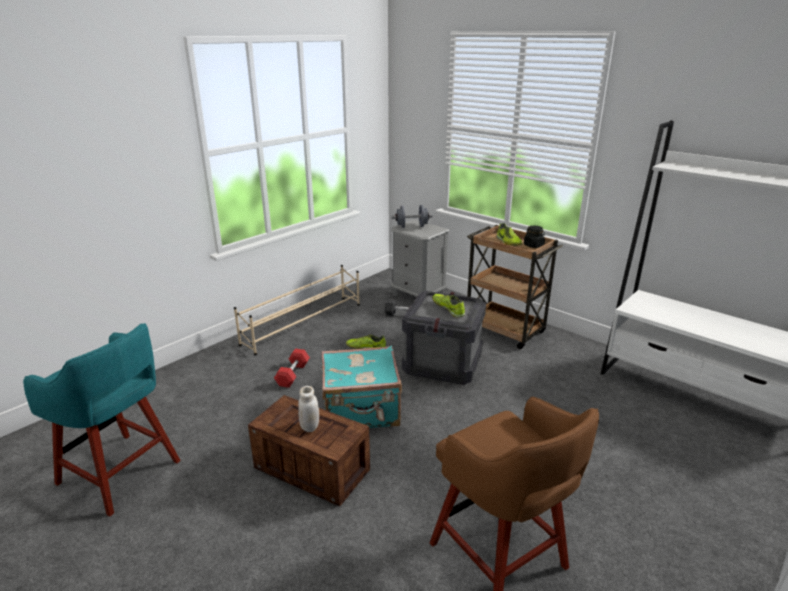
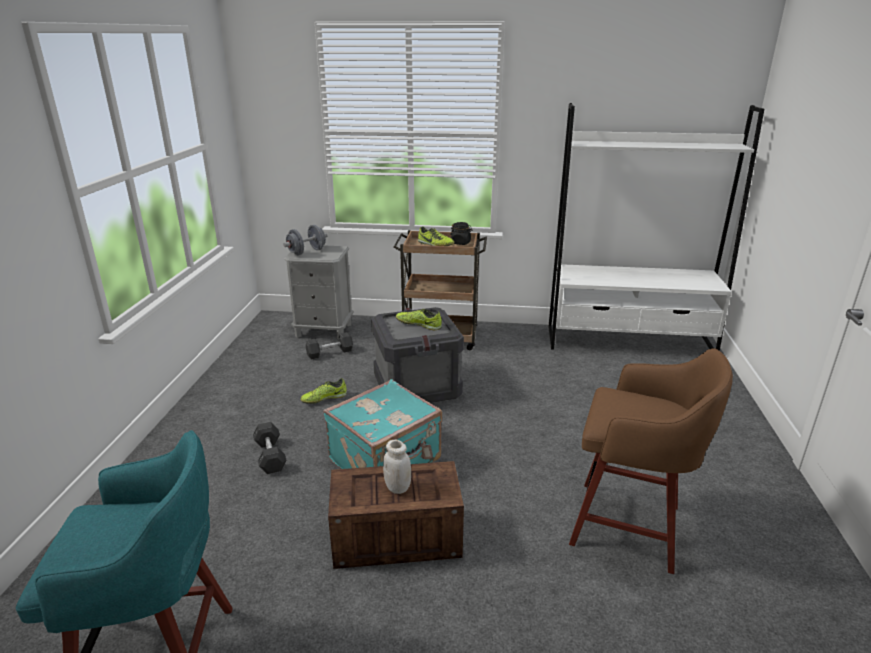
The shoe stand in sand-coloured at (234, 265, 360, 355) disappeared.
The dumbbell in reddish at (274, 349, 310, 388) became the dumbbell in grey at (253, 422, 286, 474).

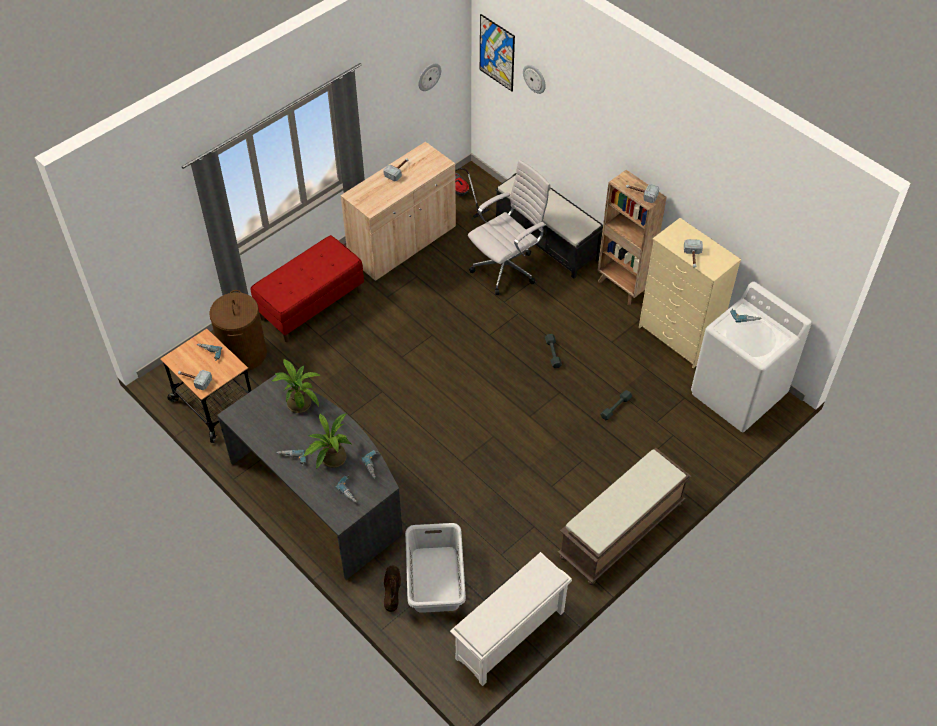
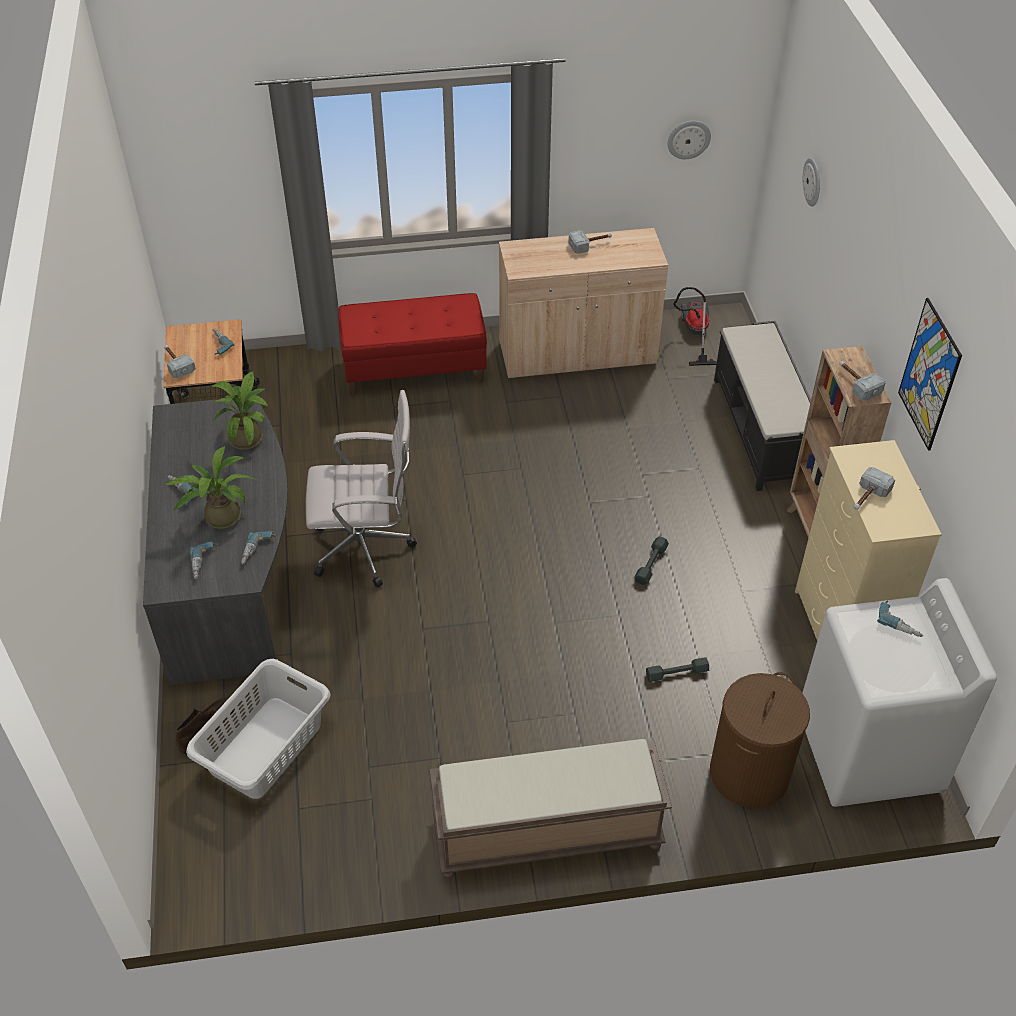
The laundry basket in brown moved from (209, 290, 267, 371) to (710, 672, 810, 808).
The shoe stand in whitish at (450, 552, 572, 686) disappeared.
The desk chair in whitish moved from (468, 160, 551, 295) to (306, 390, 417, 588).
The wall art moved from (480, 14, 515, 91) to (898, 298, 962, 451).

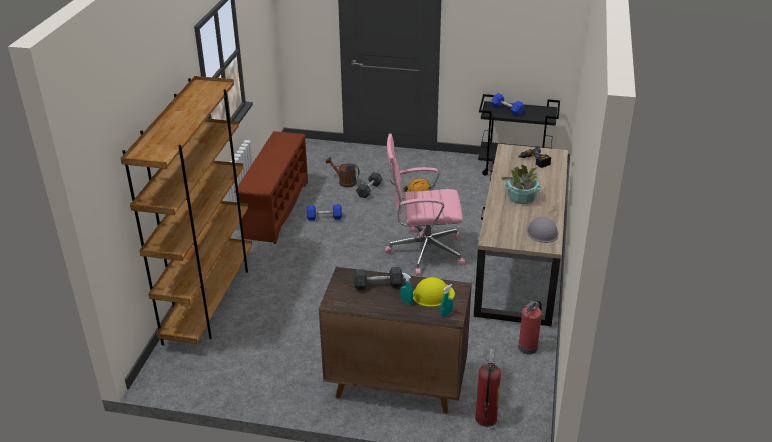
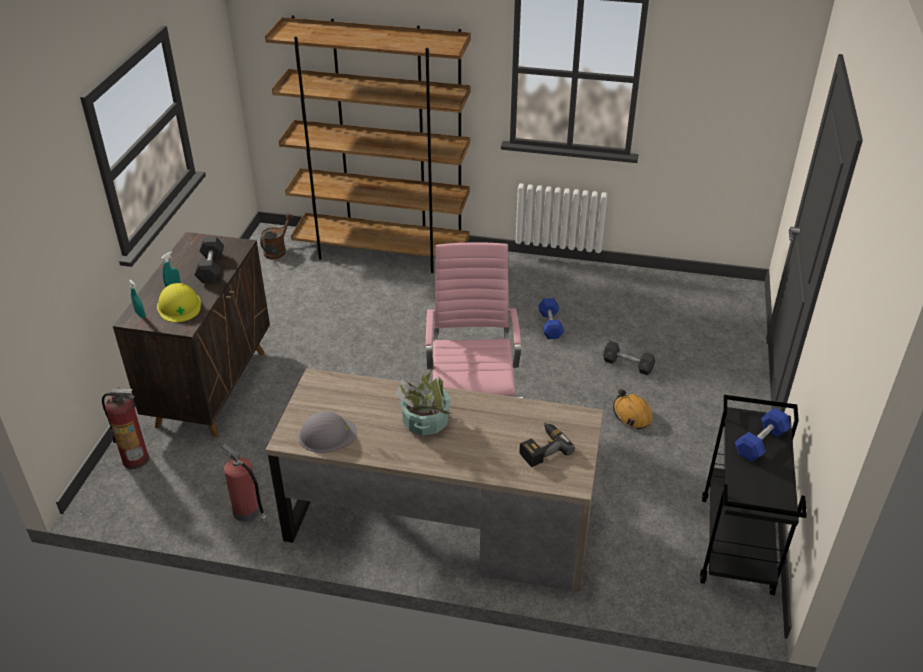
The shoe stand in brown at (234, 131, 308, 244) disappeared.
The sprinkling can in brown moved from (326, 157, 360, 188) to (260, 213, 295, 259).

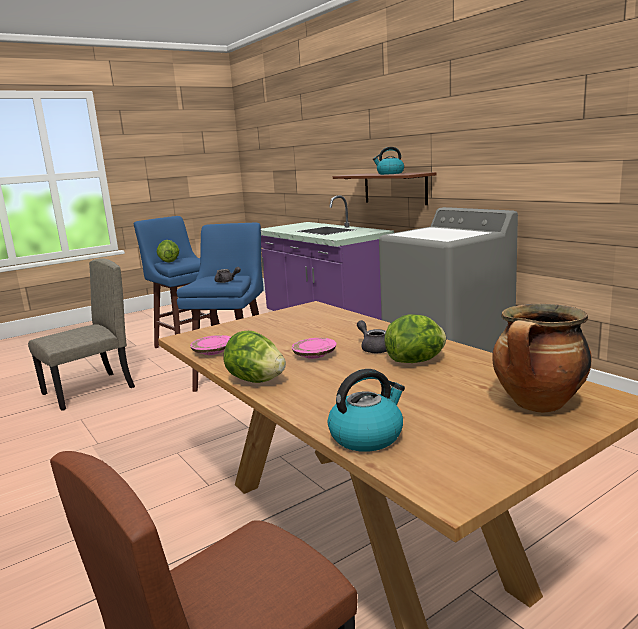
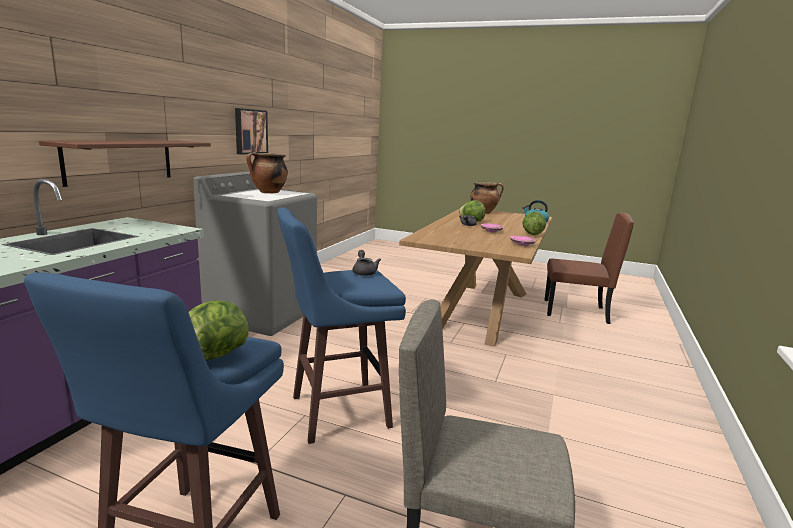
The water kettle at (373, 147, 404, 175) disappeared.
The wall art at (235, 108, 268, 155) appeared.
The saucepot at (246, 152, 288, 193) appeared.

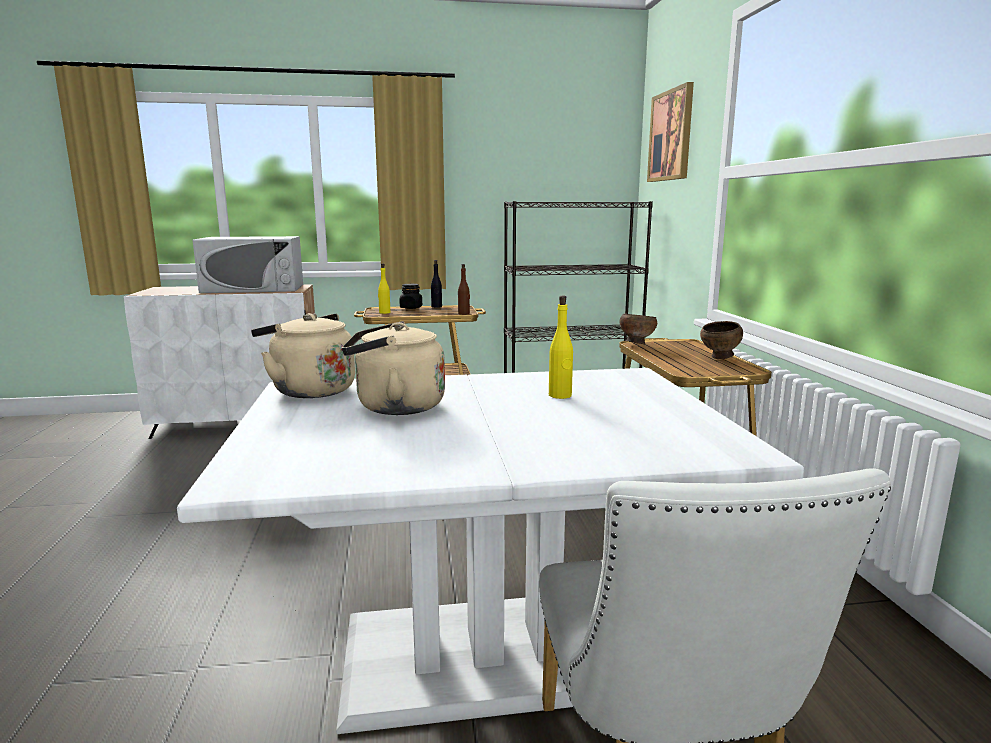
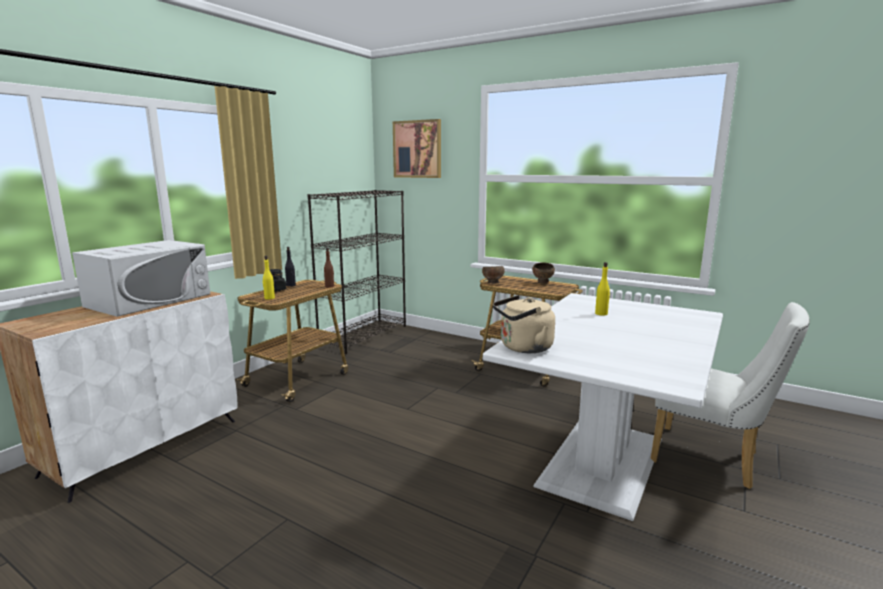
The water kettle in sand-coloured at (342, 321, 445, 415) disappeared.

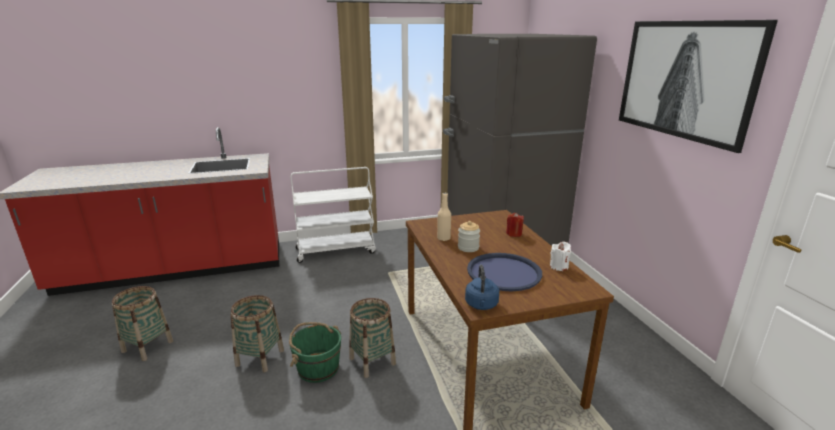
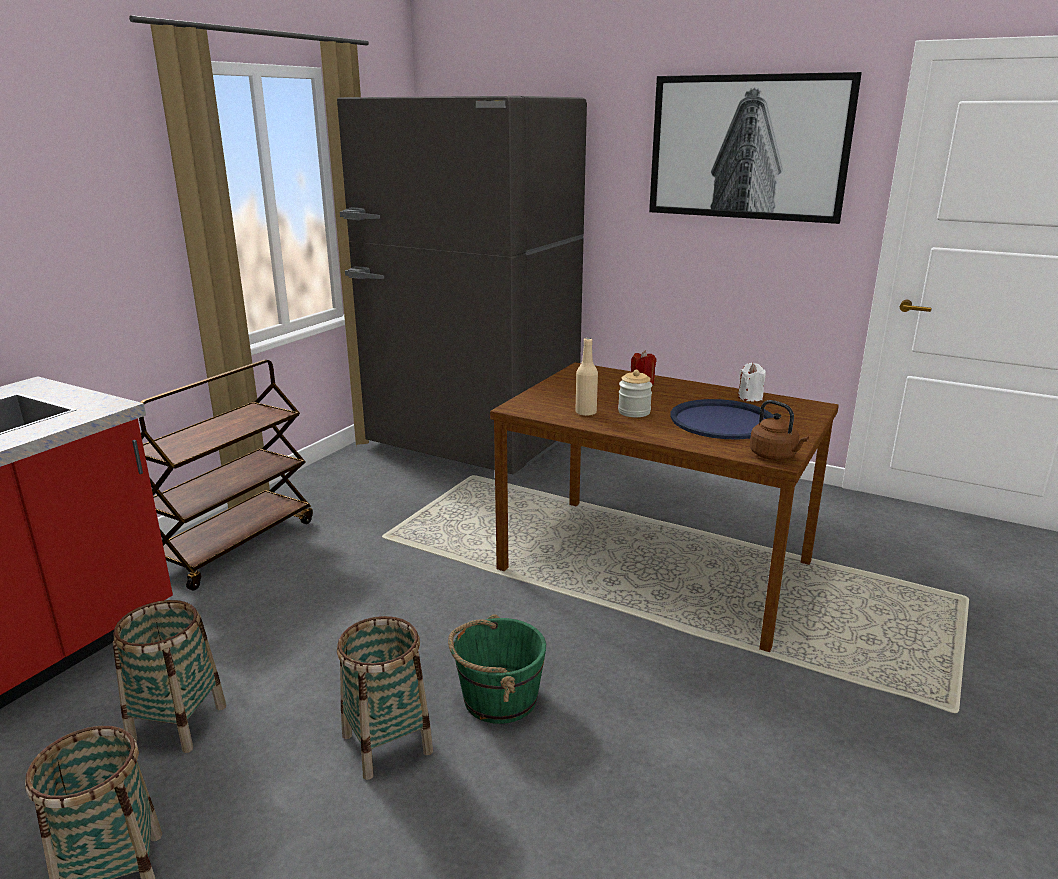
The cart in whitish at (291, 167, 376, 263) became the cart in brown at (139, 360, 313, 590).
The household basket moved from (349, 298, 396, 378) to (113, 600, 226, 753).
The water kettle in blue at (465, 265, 499, 310) became the water kettle in brown at (750, 400, 809, 460).

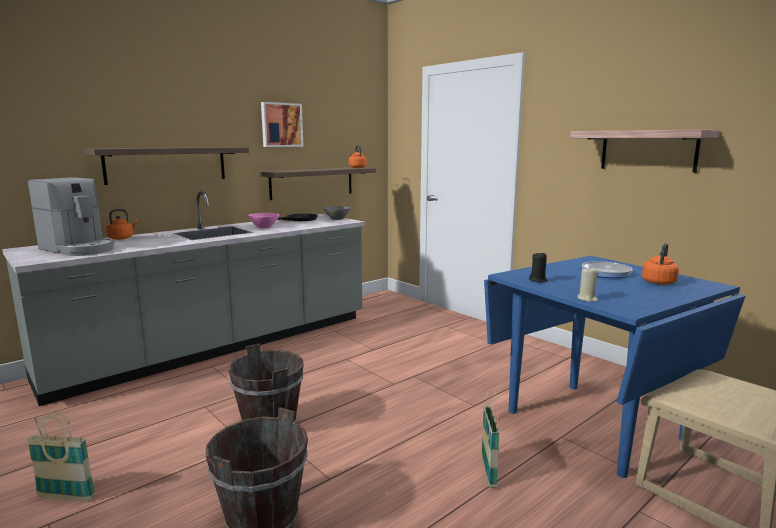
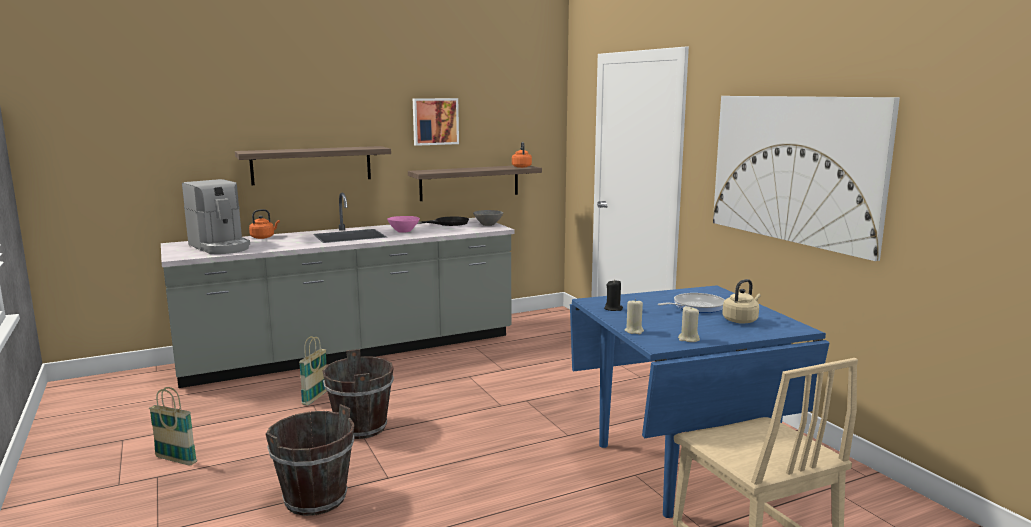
The household basket moved from (482, 392, 500, 488) to (299, 336, 327, 405).
The wall shelf at (570, 129, 720, 173) was replaced by the wall art at (713, 96, 900, 261).
The water kettle in orange-coloured at (642, 243, 679, 285) became the water kettle in sand-coloured at (722, 279, 761, 324).
The wax light in sand-coloured at (678, 306, 700, 342) appeared.

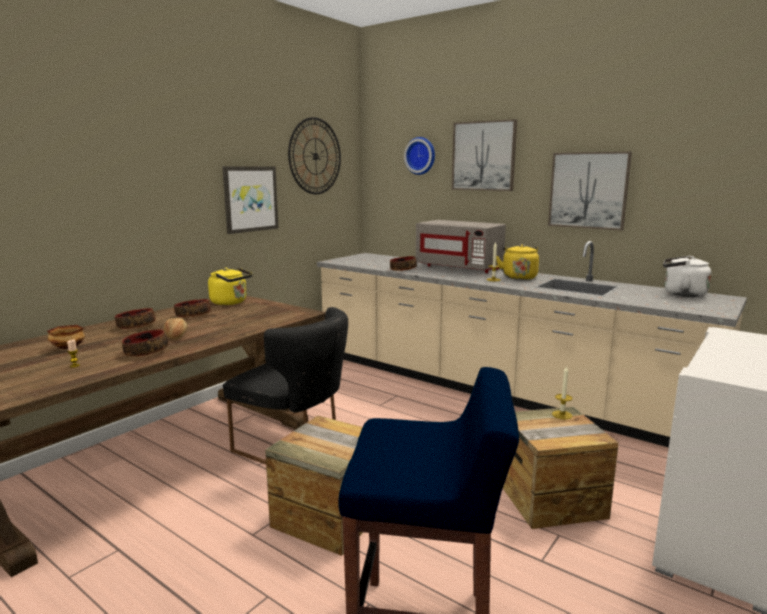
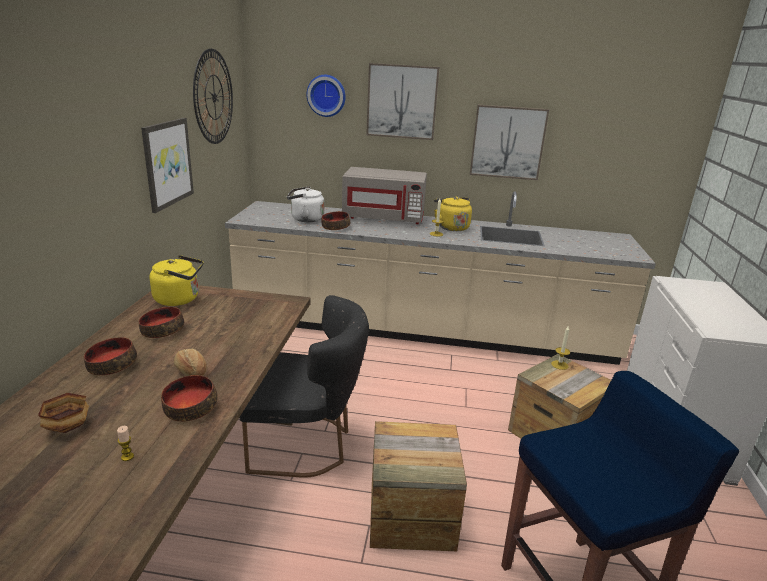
The water kettle in whitish moved from (663, 256, 711, 297) to (287, 186, 324, 222).

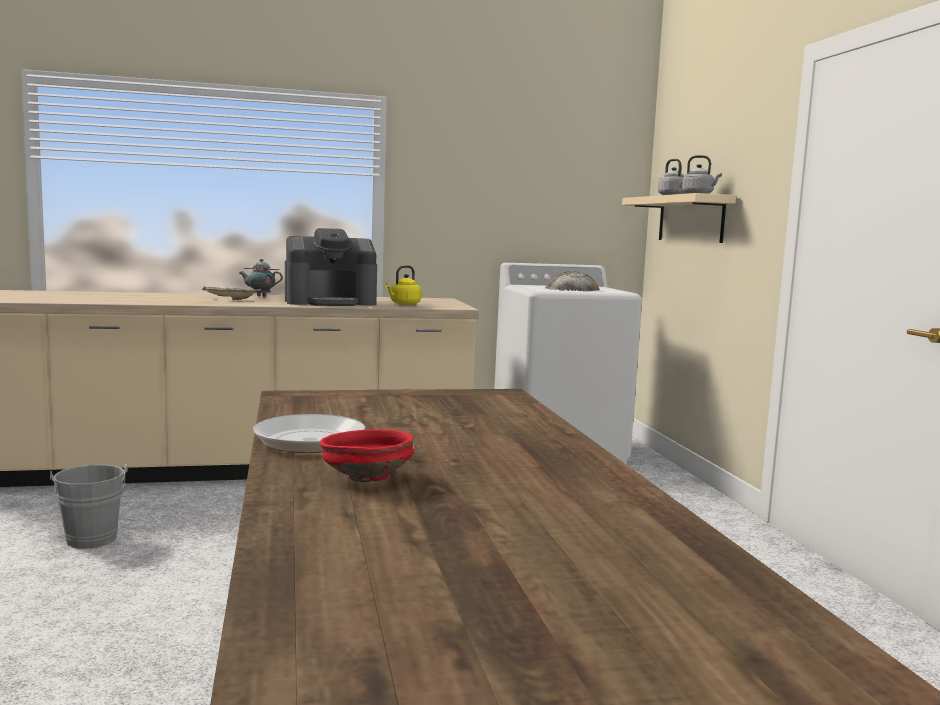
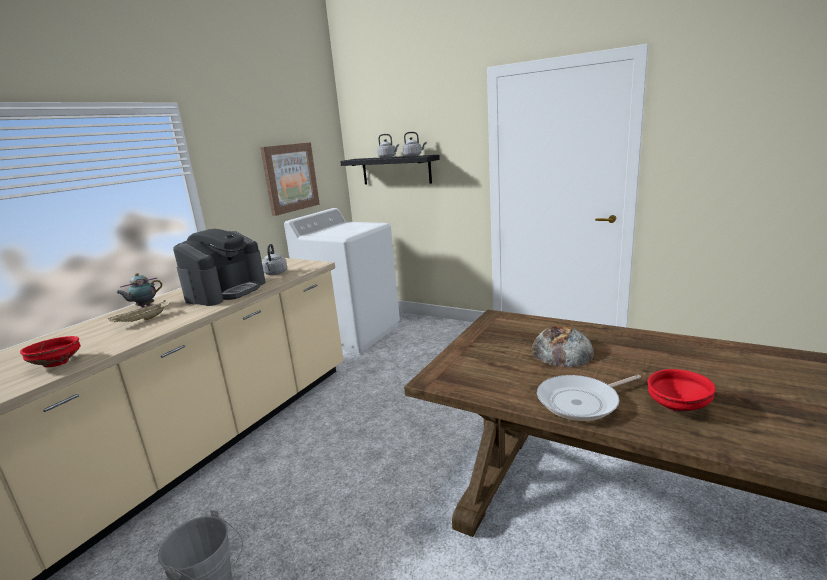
The water kettle in yellowish at (385, 265, 421, 305) became the water kettle in grey at (262, 244, 287, 275).
The bread moved from (546, 271, 600, 291) to (532, 326, 594, 367).
The wall shelf in sand-coloured at (622, 193, 736, 243) became the wall shelf in blackish at (340, 155, 440, 185).
The bowl in reddish at (20, 336, 81, 367) appeared.
The wall art at (260, 142, 320, 216) appeared.

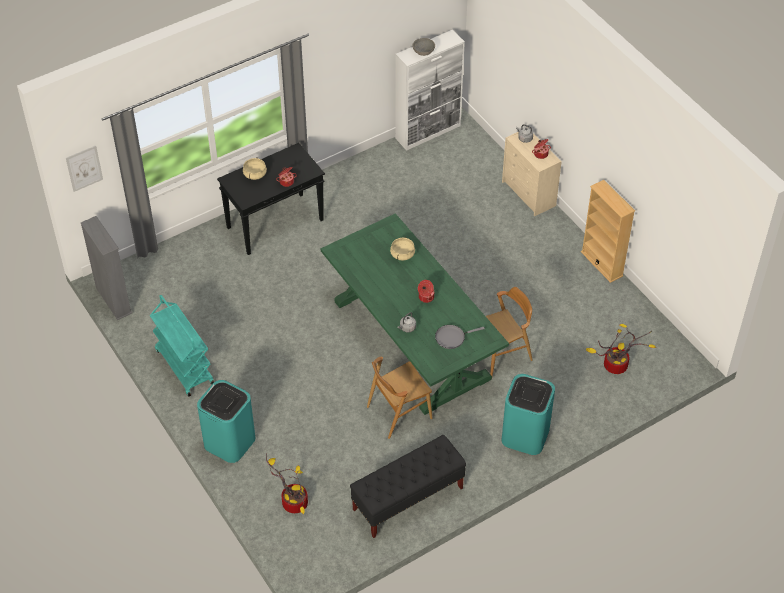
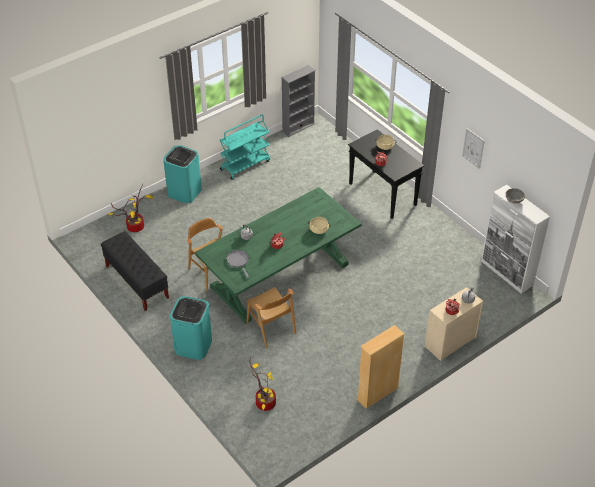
The wall art moved from (66, 145, 103, 192) to (462, 128, 484, 169).

